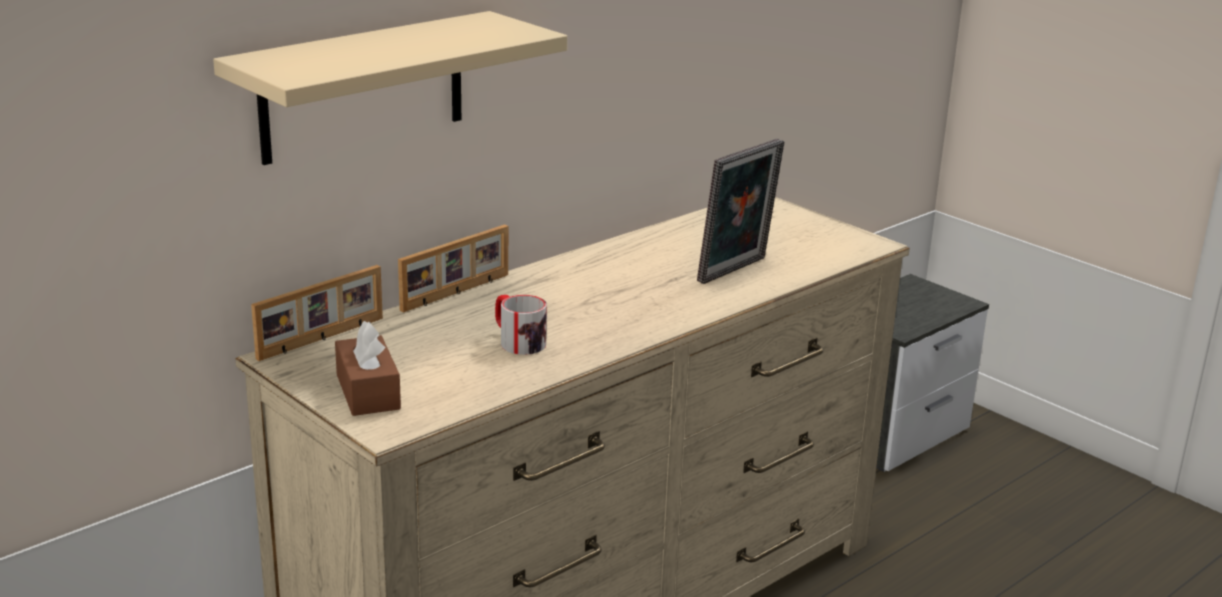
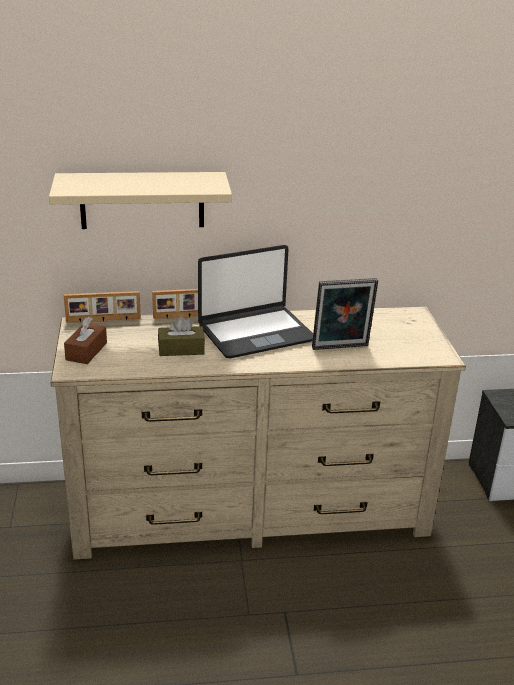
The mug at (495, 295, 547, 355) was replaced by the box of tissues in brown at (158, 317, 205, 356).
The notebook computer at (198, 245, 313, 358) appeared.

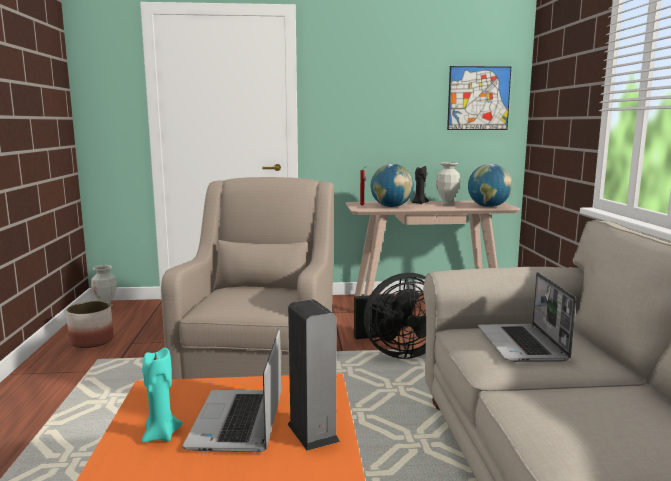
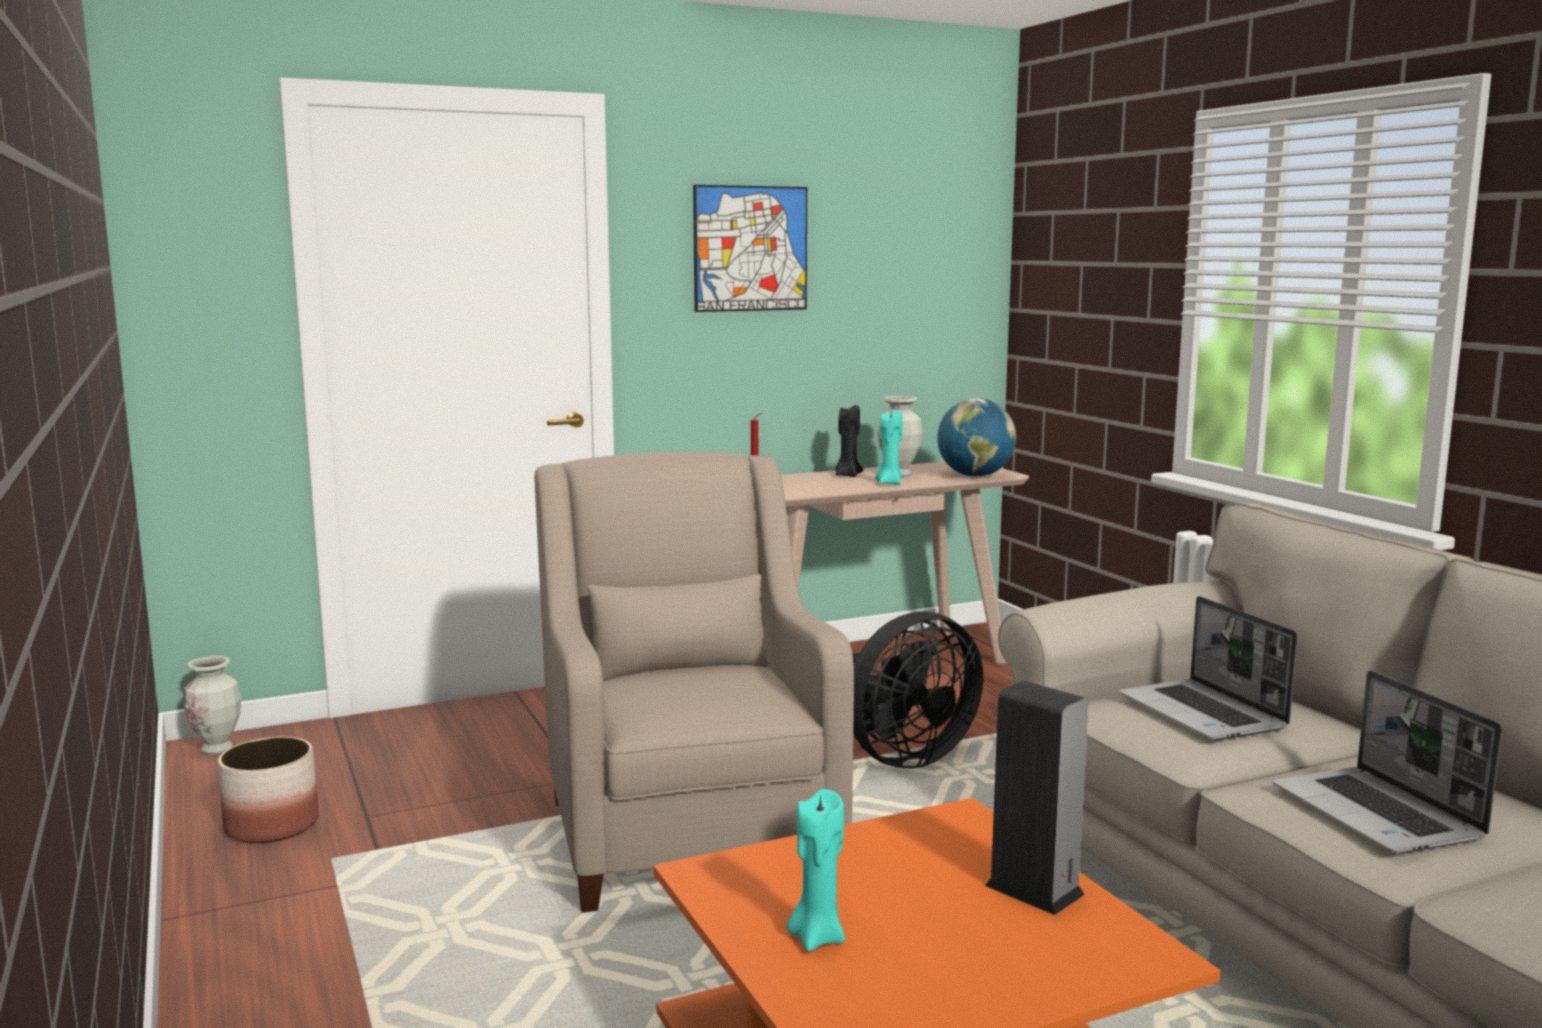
The notebook computer moved from (183, 329, 282, 452) to (1273, 670, 1502, 854).
The globe at (371, 164, 414, 207) disappeared.
The wall art moved from (447, 66, 511, 130) to (693, 185, 807, 312).
The wax light in turquoise at (875, 410, 903, 485) appeared.

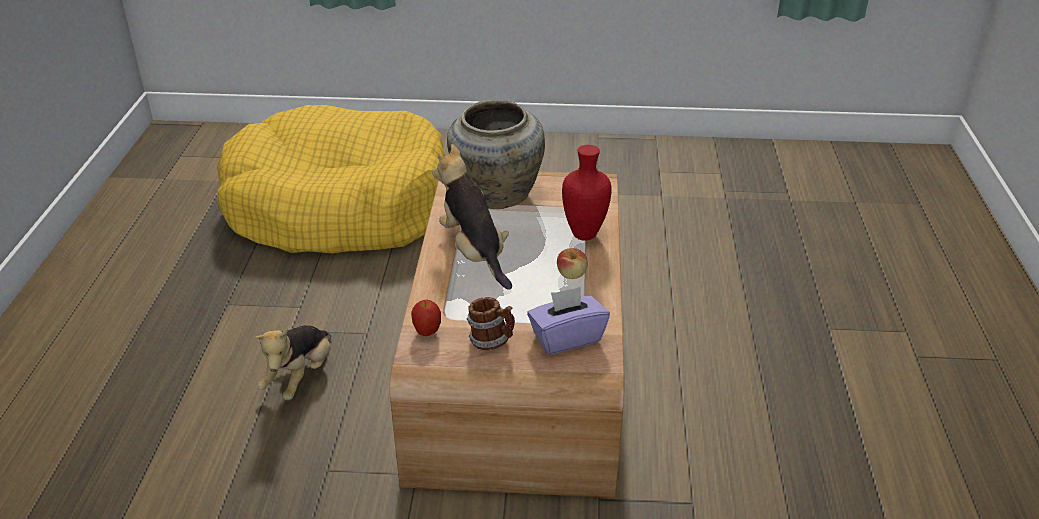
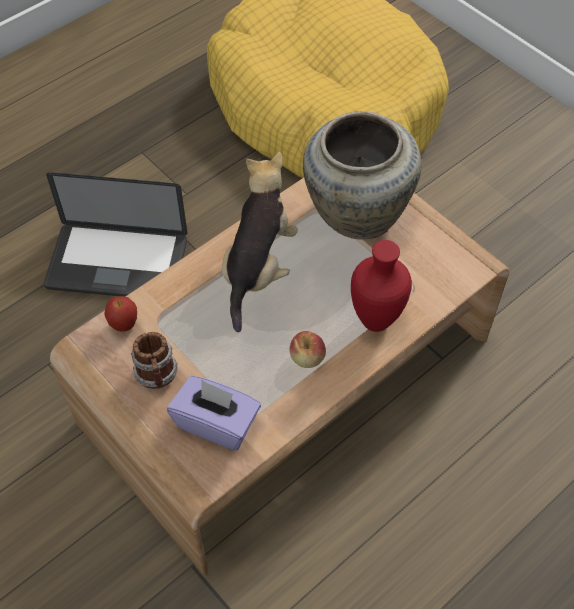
The plush toy at (255, 325, 331, 400) was replaced by the notebook computer at (43, 172, 188, 296).

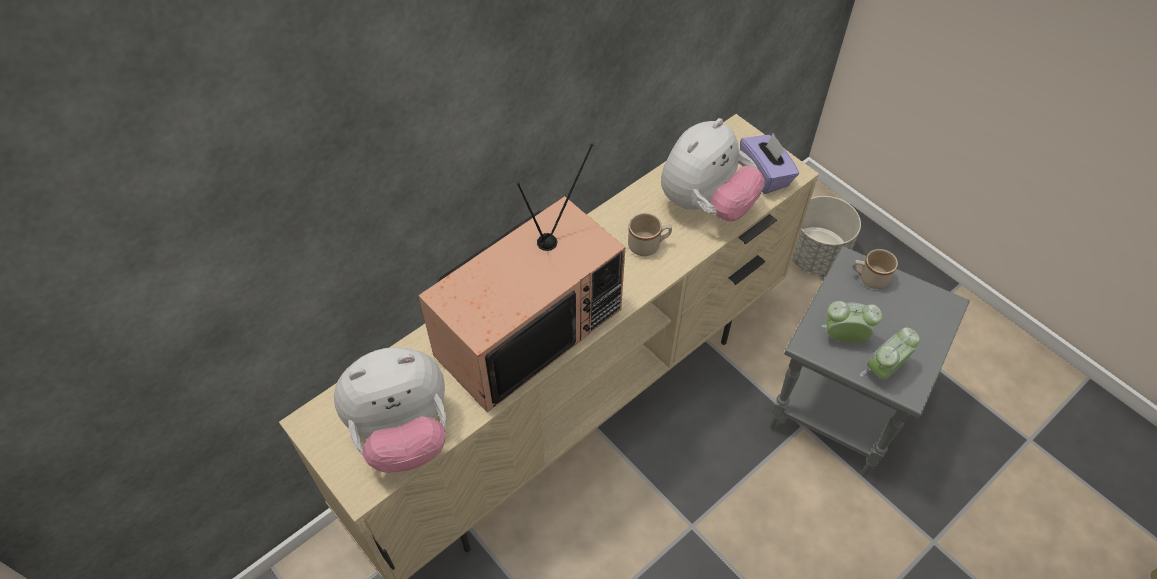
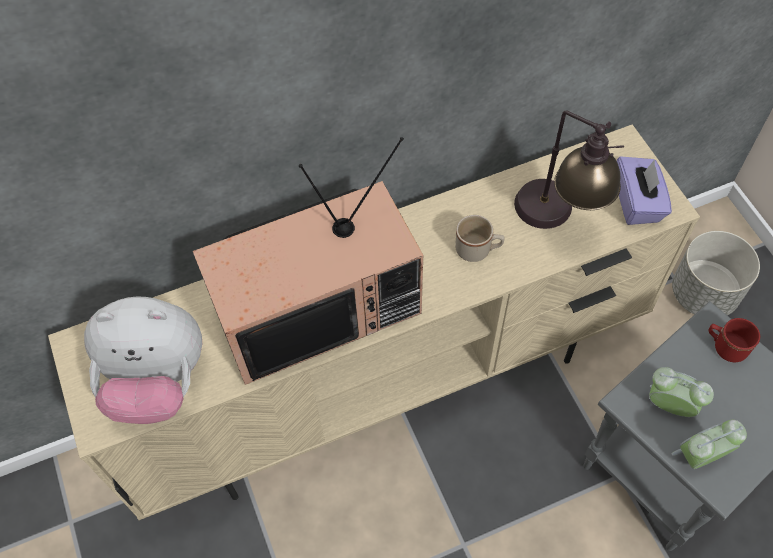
The plush toy at (661, 118, 765, 221) was replaced by the tabletop lamp at (514, 111, 624, 229).
The mug in sand-coloured at (853, 249, 898, 289) became the mug in reddish at (709, 318, 760, 362).

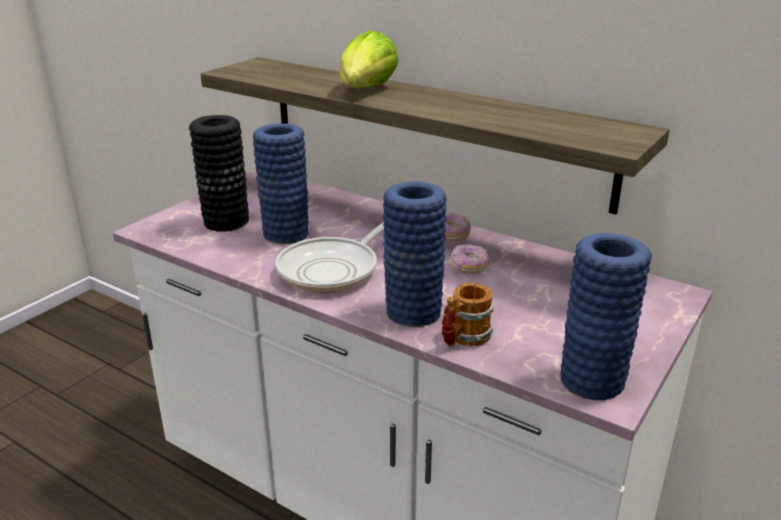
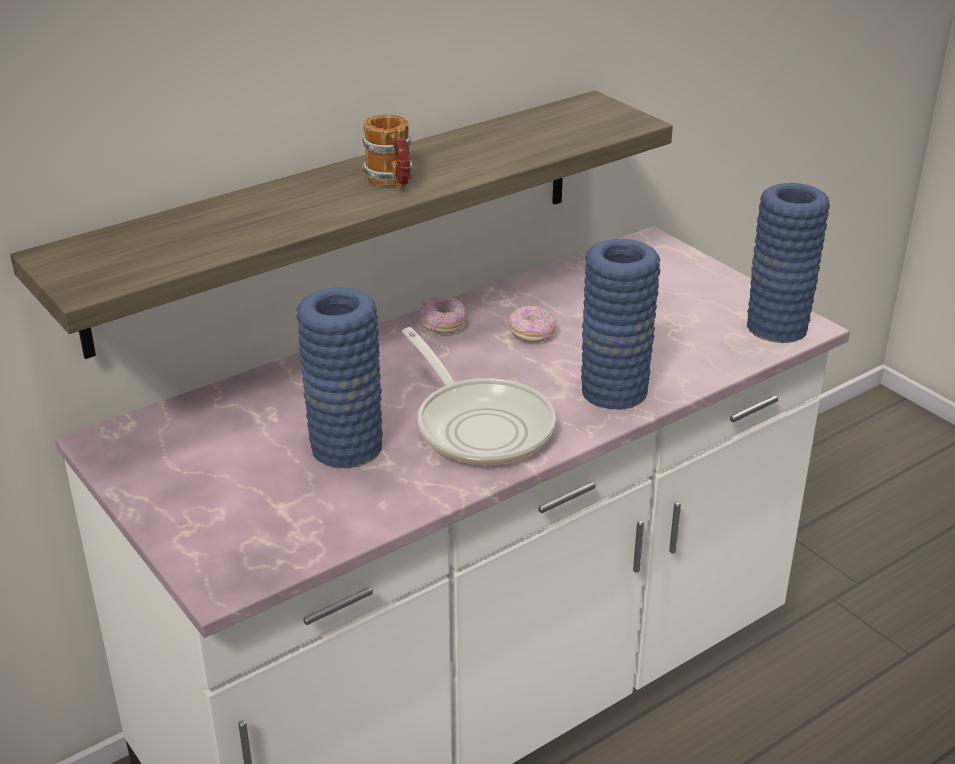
The decorative vase in blackish at (189, 115, 249, 232) disappeared.
The lettuce at (340, 30, 398, 87) disappeared.
The mug moved from (442, 283, 494, 347) to (362, 114, 414, 189).

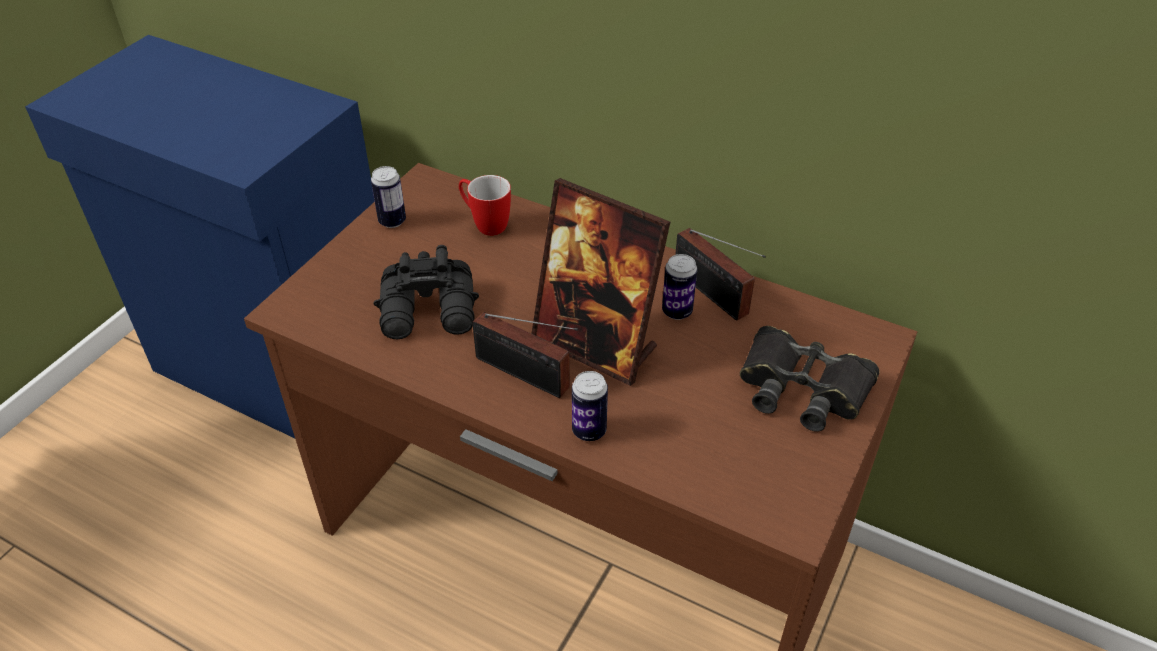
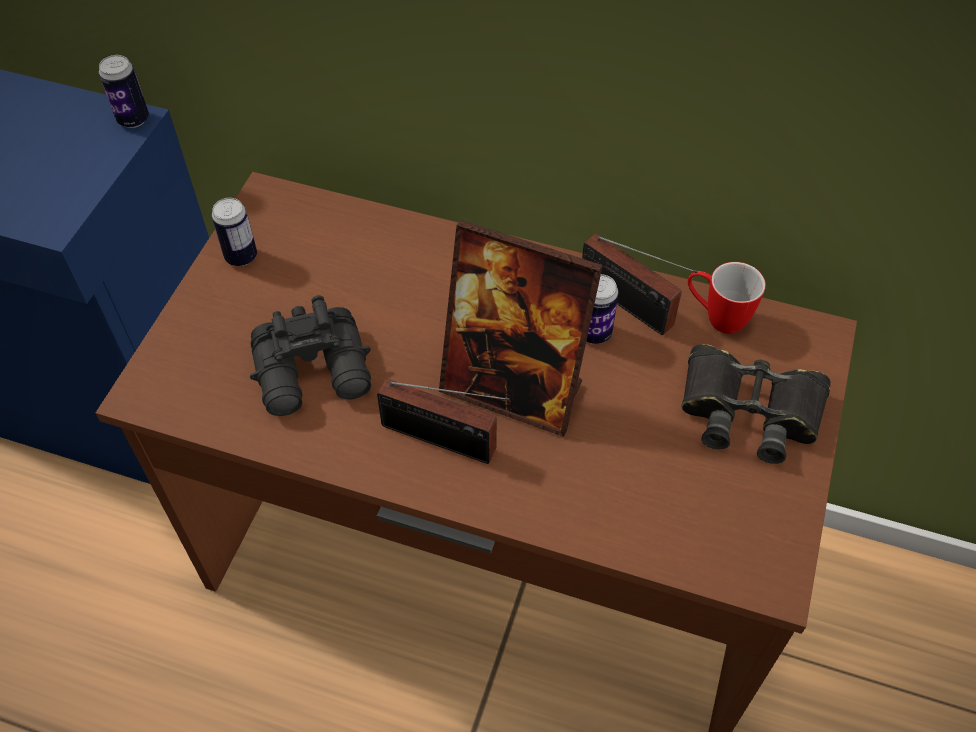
The mug moved from (459, 175, 511, 236) to (688, 262, 766, 334).
The sealed can moved from (572, 371, 608, 441) to (99, 55, 149, 128).

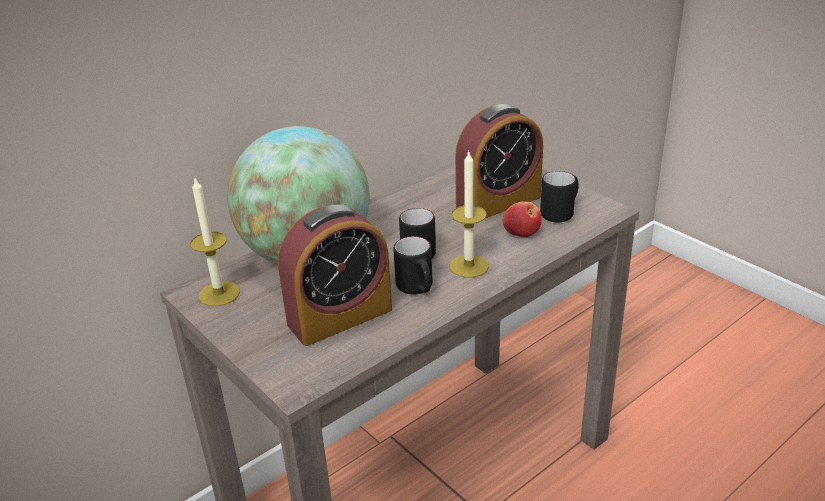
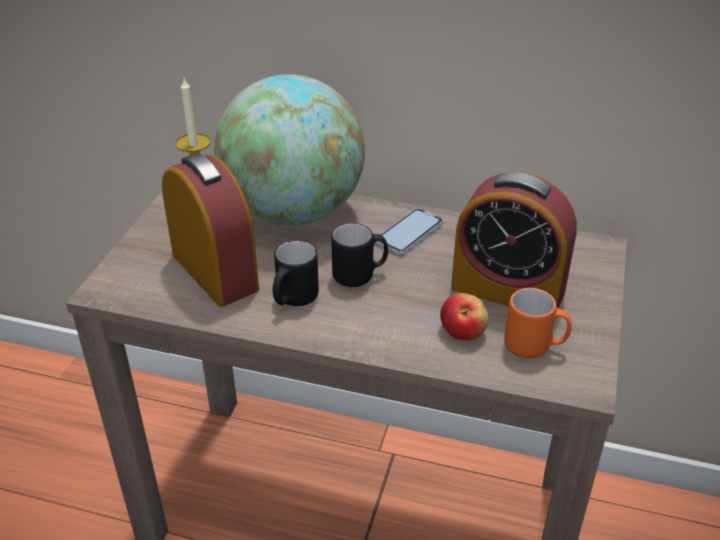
The bedside clock at (278, 204, 392, 346) turned 150 degrees counterclockwise.
The wax light at (449, 152, 489, 278) disappeared.
The mug in blackish at (540, 171, 579, 222) became the mug in orange-coloured at (504, 288, 572, 358).
The telephone at (375, 208, 443, 255) appeared.

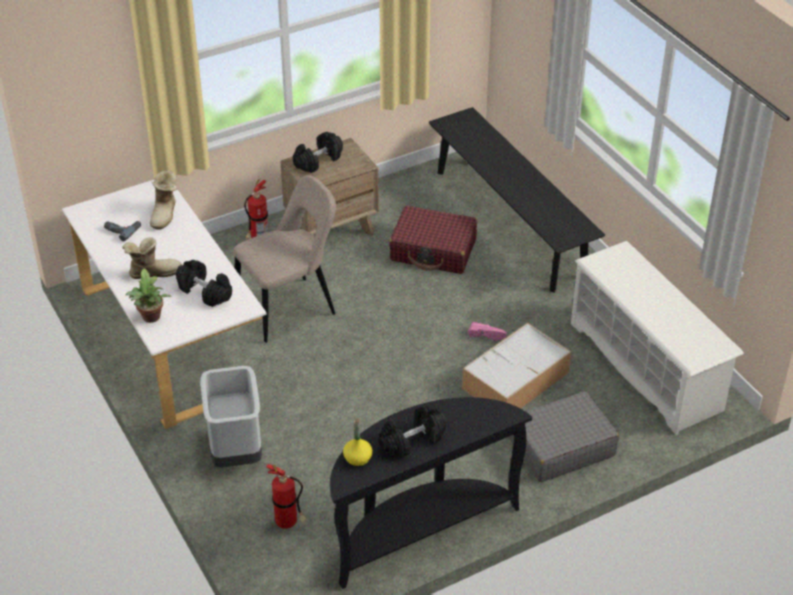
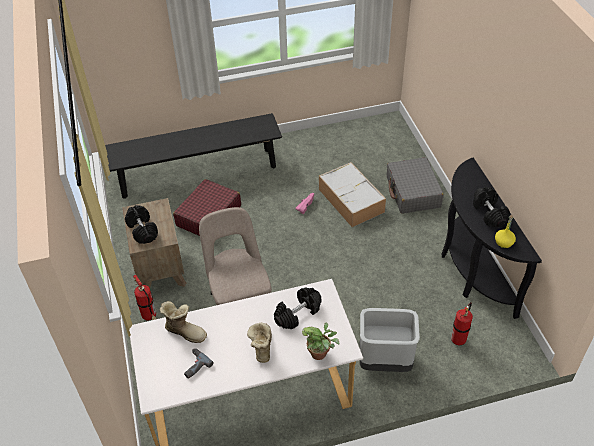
The shoe stand in whitish at (571, 241, 744, 435) disappeared.

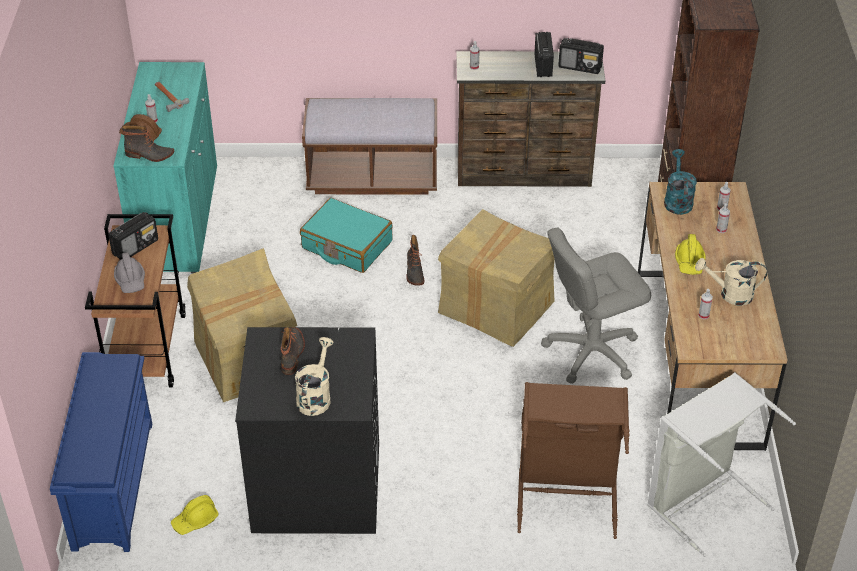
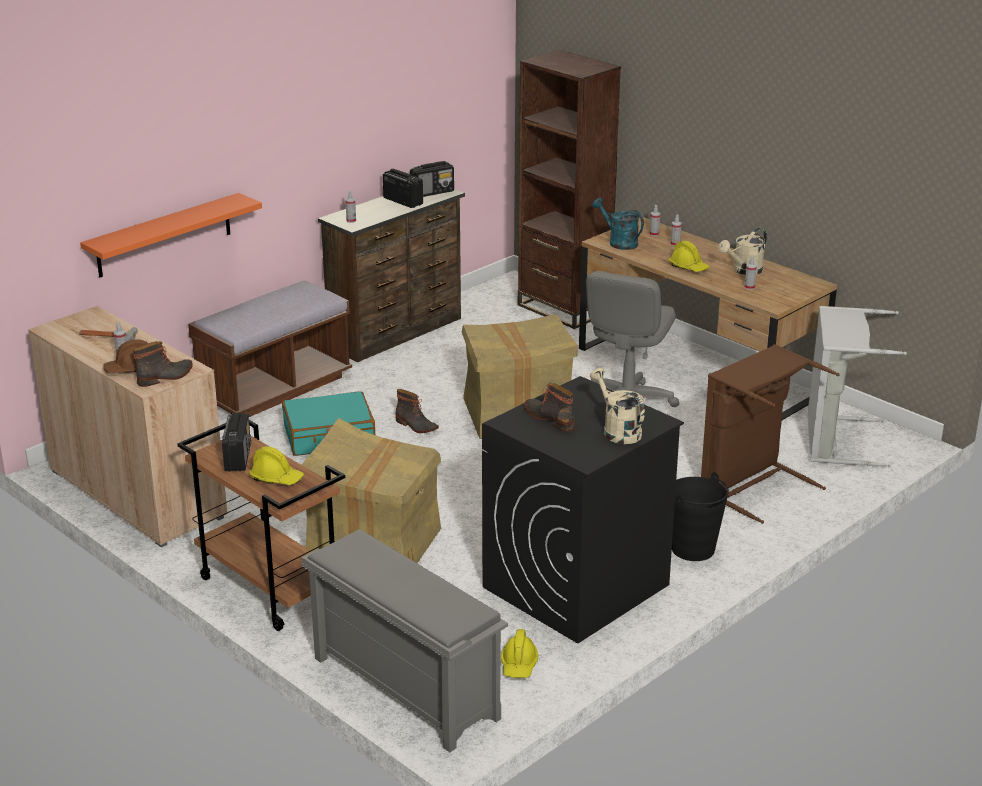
The shoe stand in blue at (50, 352, 152, 552) became the shoe stand in grey at (302, 529, 508, 752).
The cabinet in turquoise at (113, 62, 217, 274) became the cabinet in sand-coloured at (28, 306, 227, 547).
The work helmet in grey at (114, 252, 145, 293) became the work helmet in yellowish at (249, 446, 304, 485).
The wall shelf in orange-coloured at (80, 193, 262, 277) appeared.
The pail in blackish at (672, 472, 729, 561) appeared.

